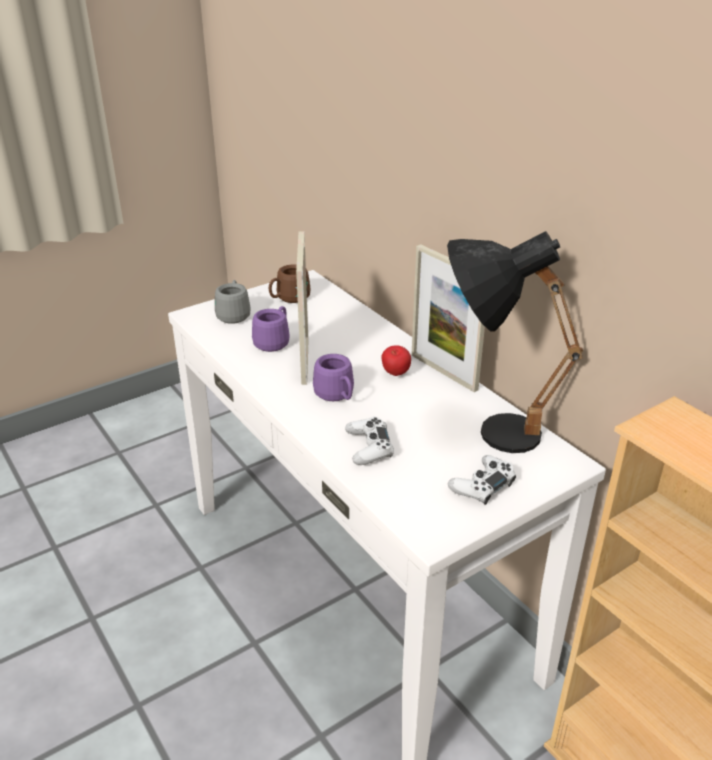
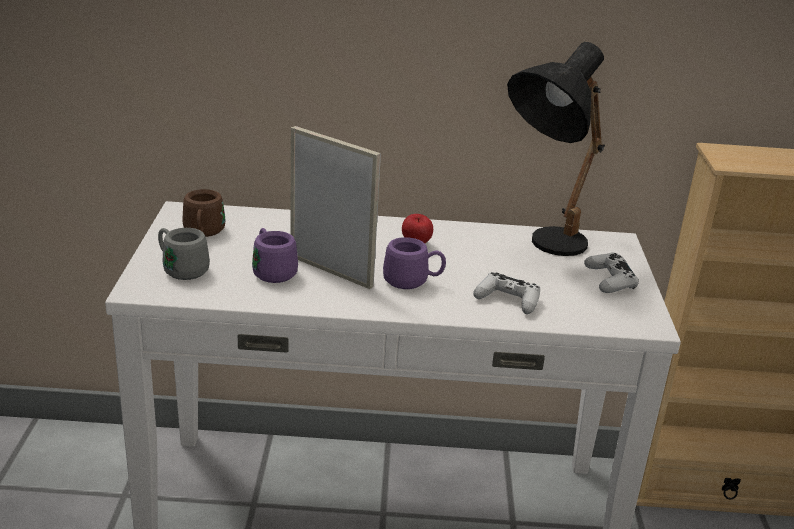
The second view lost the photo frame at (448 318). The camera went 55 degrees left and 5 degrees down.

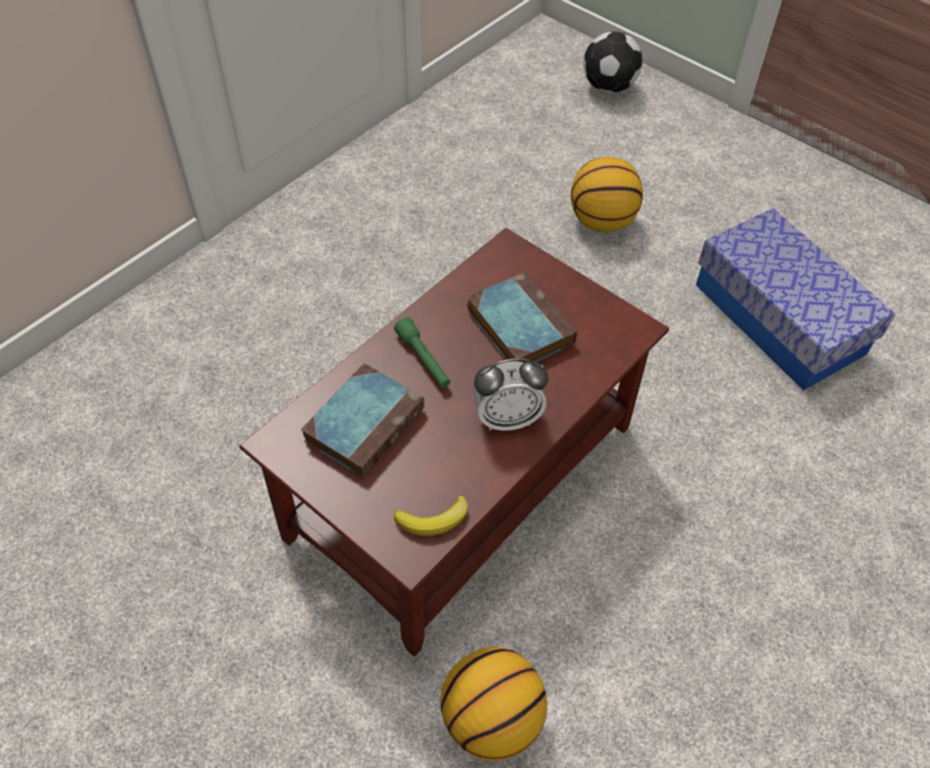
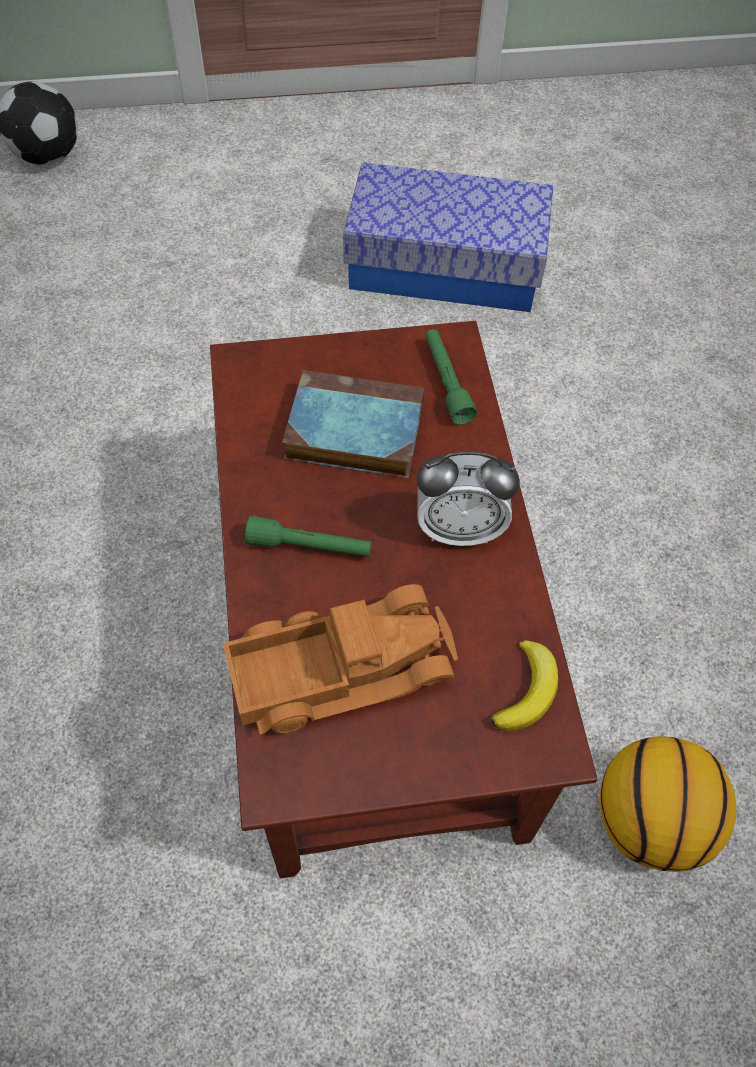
The second view lost the basketball at (607 194). The second view gained the green-coloured flashlight at (451 377). Where the bound book stood at (362 420), the toy truck came to stand at (340 659). The bedside clock at (511 394) ended up facing another way, 60 degrees clockwise from before. The camera went 50 degrees left and 5 degrees up.

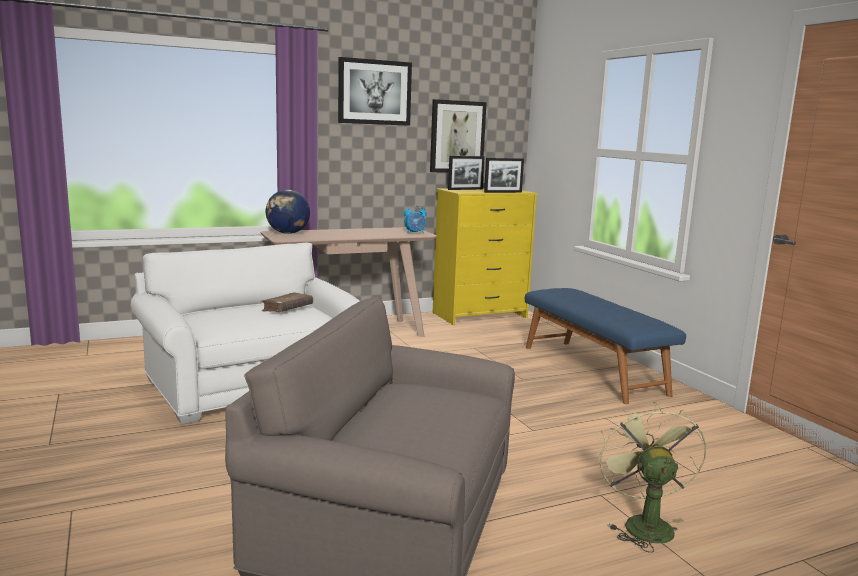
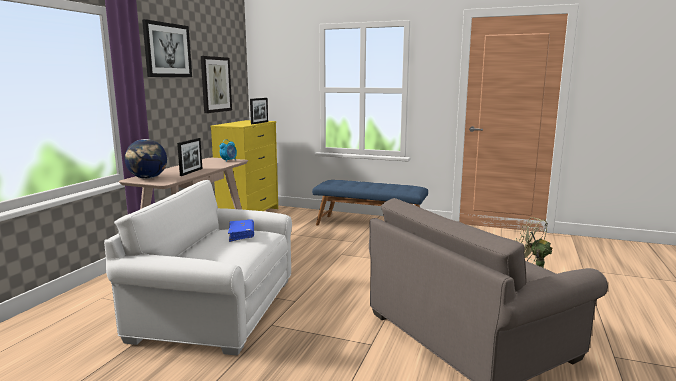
The photo frame ended up elsewhere, having gone from (466 173) to (189 157). What was the brown-coloured bound book at (287 302) turned into the blue-coloured bound book at (241 230). The camera went 45 degrees left and 0 degrees up.

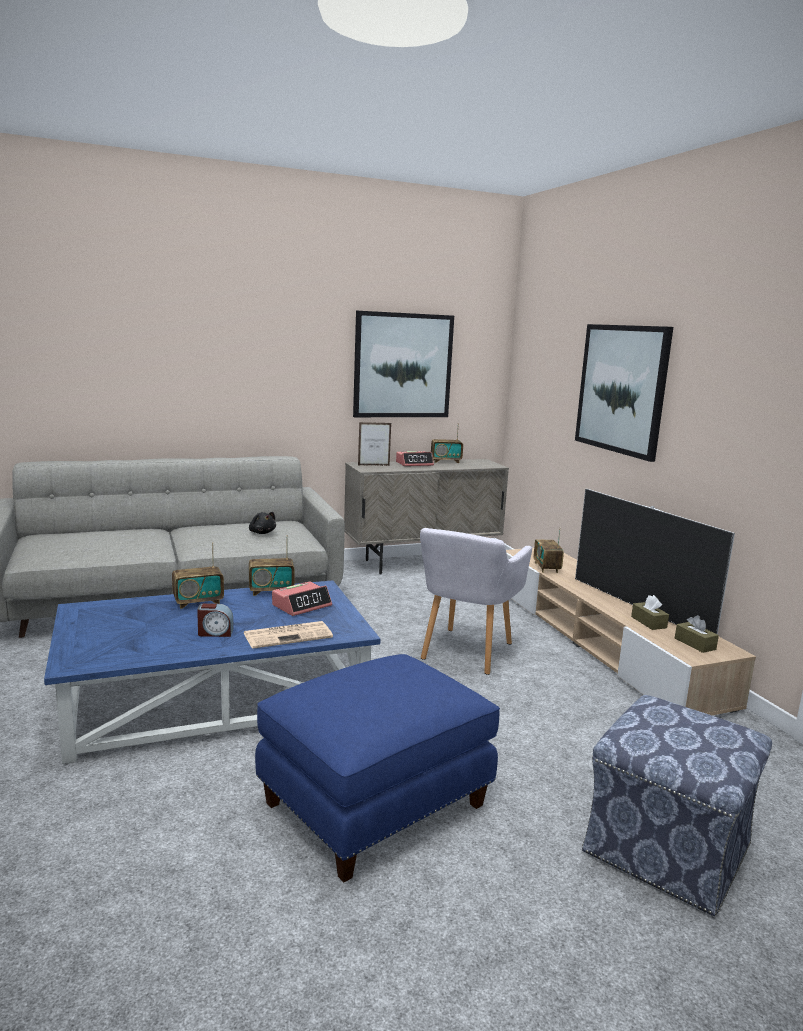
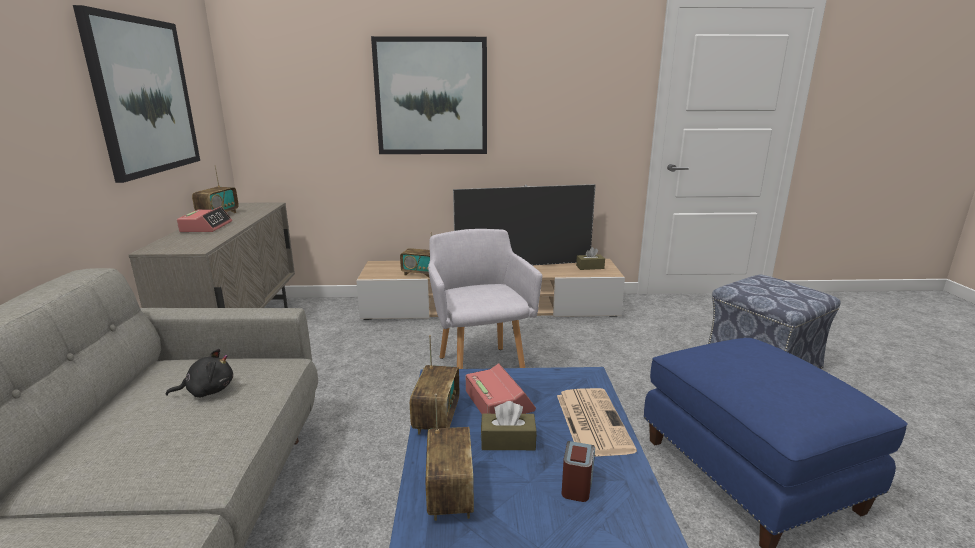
The second view lost the photo frame at (374 444). The brown-coloured tissue holder ended up elsewhere, having gone from (650 612) to (509 425). The gray lounge chair at (476 601) ended up facing another way, 150 degrees counterclockwise from before. The camera went 70 degrees left and 5 degrees up.

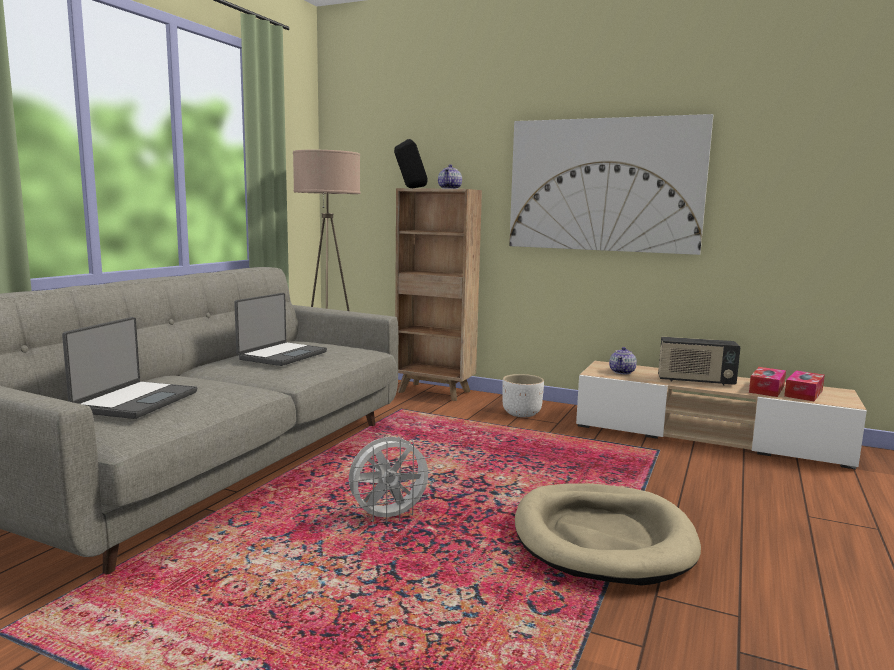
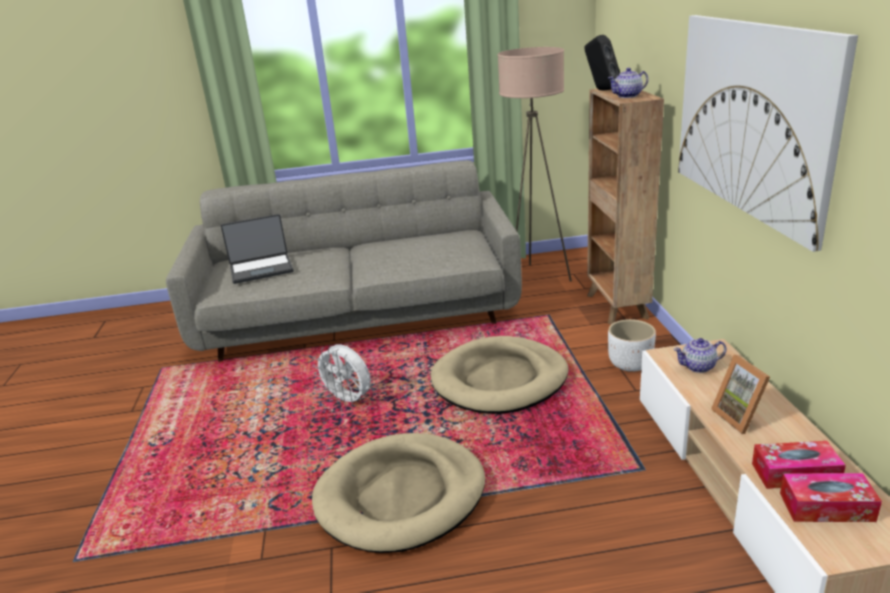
The second view lost the laptop at (280 329). The second view gained the beige-coloured pet bed at (500 375). Where the radio stood at (699 361), the photo frame came to stand at (740 394). The camera went 60 degrees right and 15 degrees up.

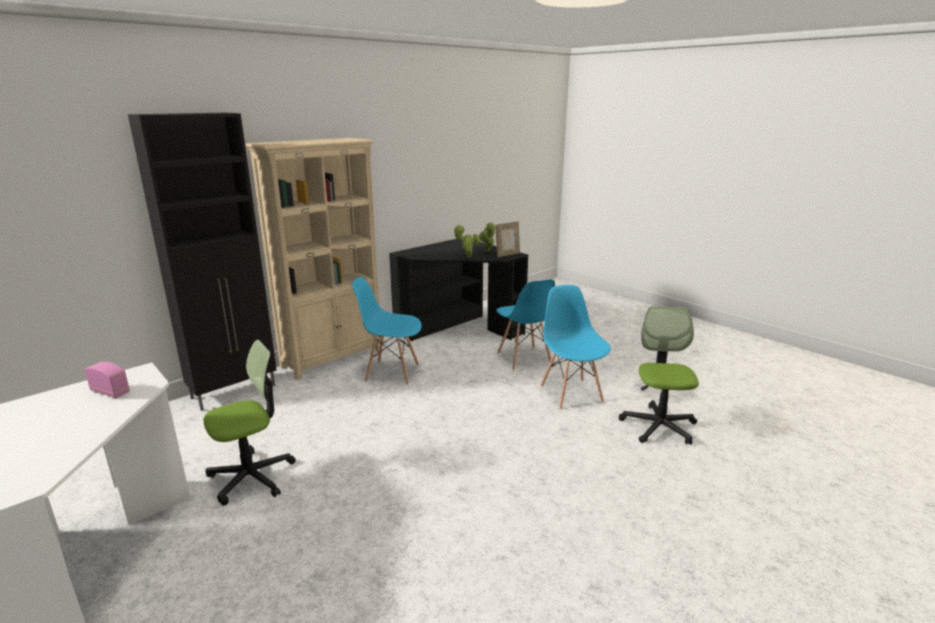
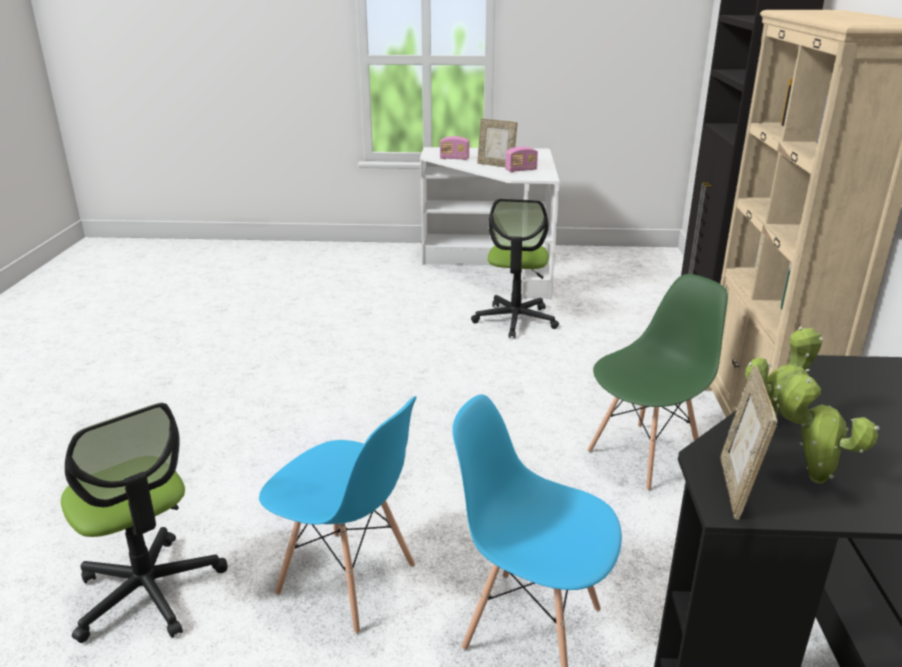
The second view gained the radio at (455 148). The second view gained the photo frame at (497 142). What was the blue-coloured plain chair at (387 331) turned into the green-coloured plain chair at (658 382). The camera went 135 degrees right and 5 degrees up.

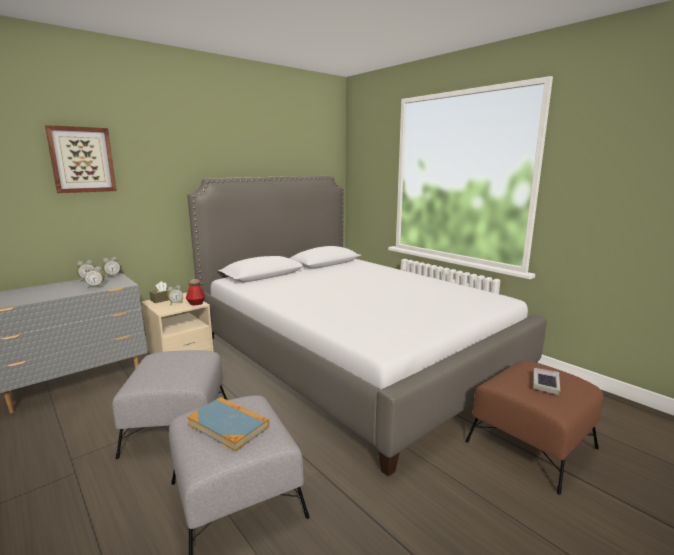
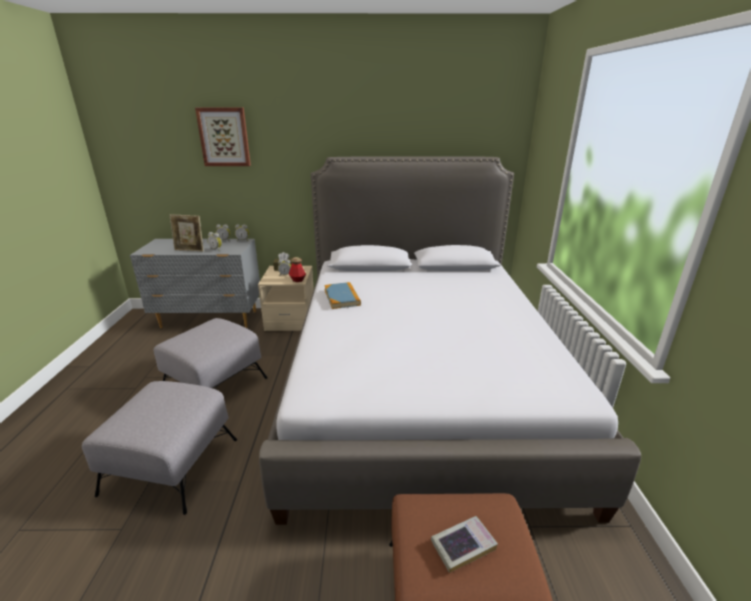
The second view gained the photo frame at (187 232). The bound book ended up elsewhere, having gone from (228 424) to (342 295). The camera went 40 degrees right and 10 degrees up.

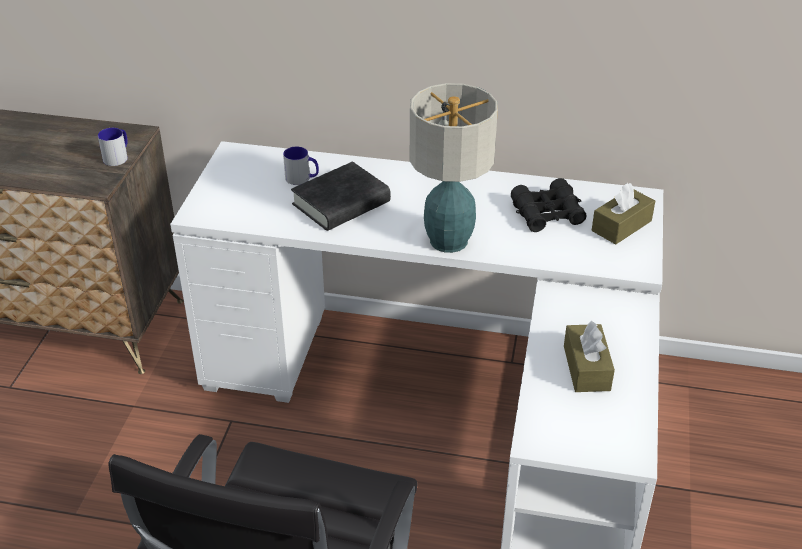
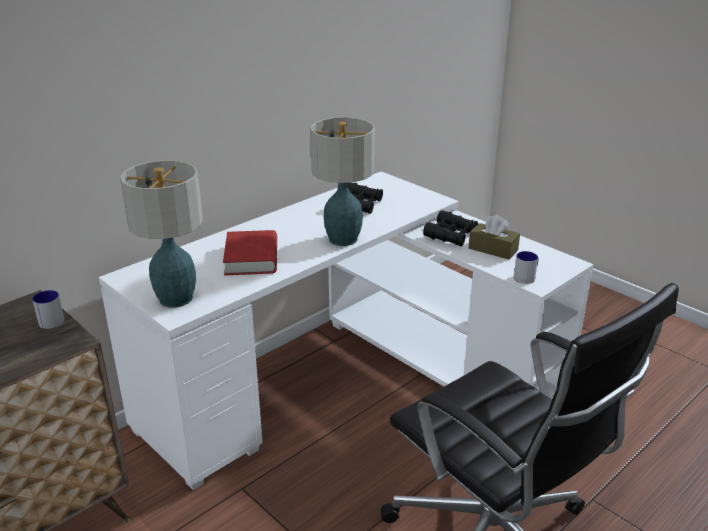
The second view lost the brown-coloured tissue holder at (623 213). The second view gained the table lamp at (161 234). The second view gained the black field glasses at (450 228). The mug ended up elsewhere, having gone from (301 166) to (526 267). What was the black bound book at (341 196) turned into the red bound book at (250 252). The camera went 55 degrees left and 10 degrees down.

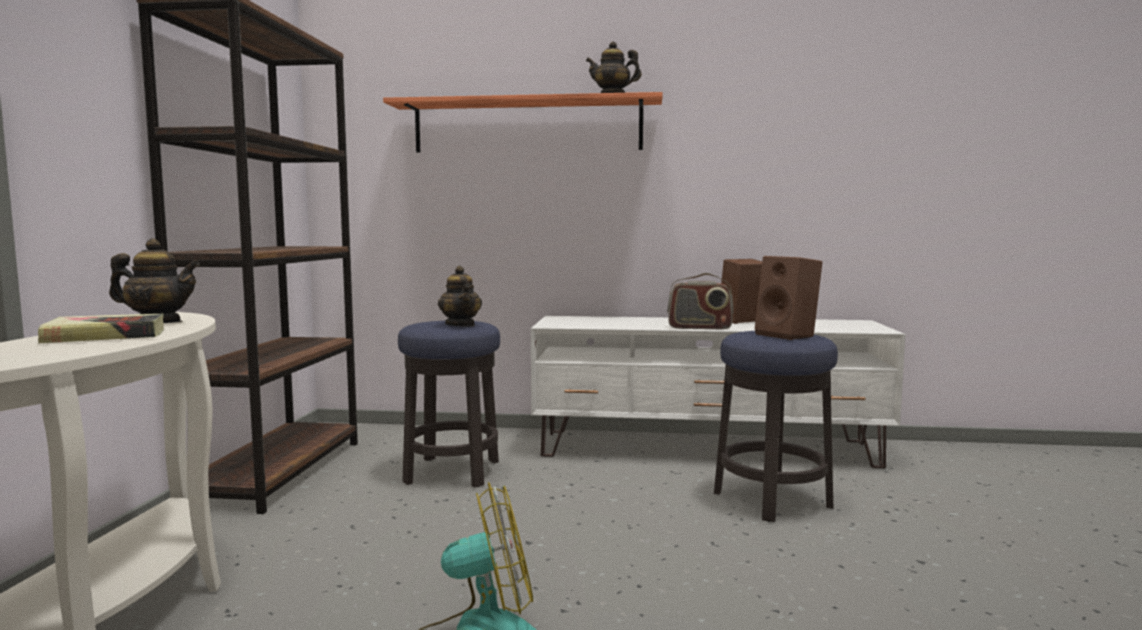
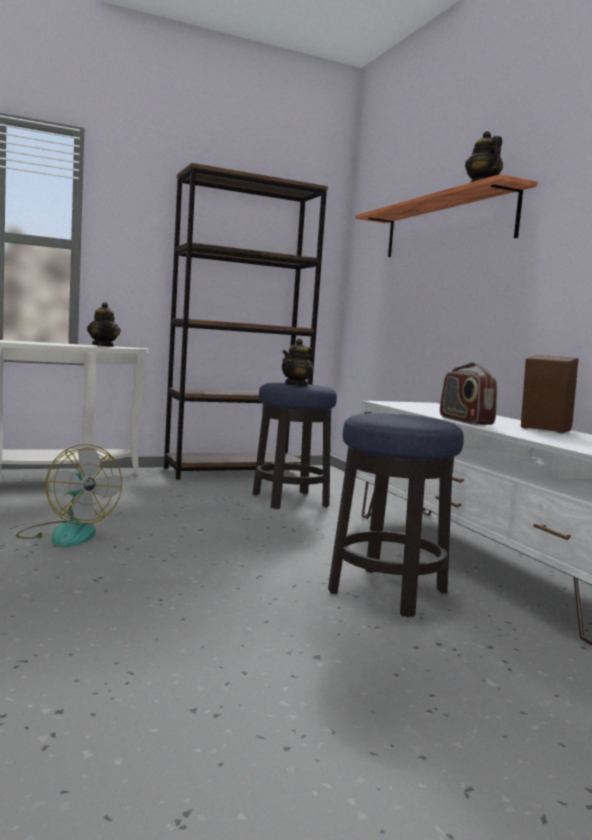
The second view lost the bound book at (101 328). The second view lost the brown-coloured audio speaker at (788 298). The camera went 60 degrees right and 0 degrees up.

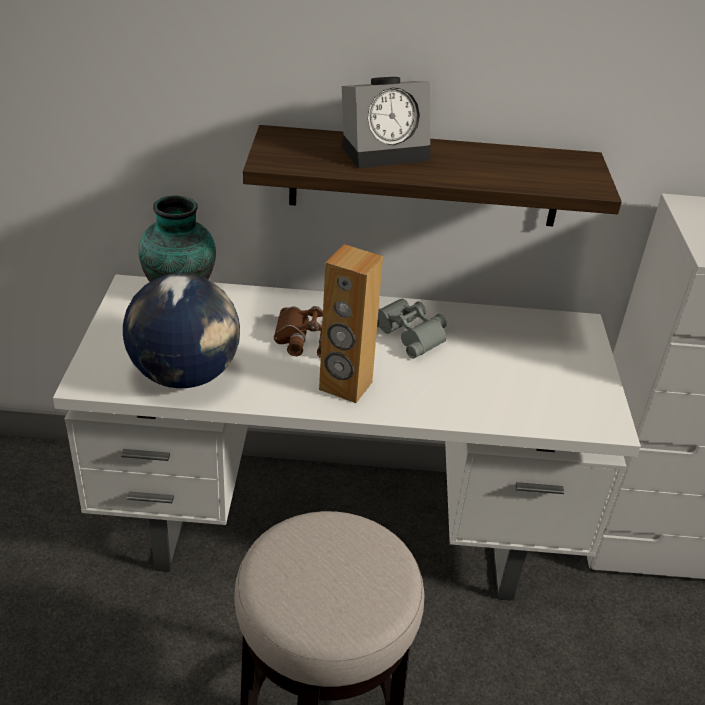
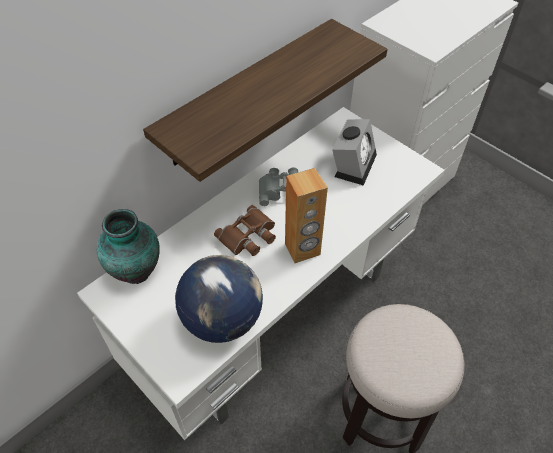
The bedside clock ended up elsewhere, having gone from (385 122) to (354 152). The camera went 45 degrees left and 15 degrees up.

